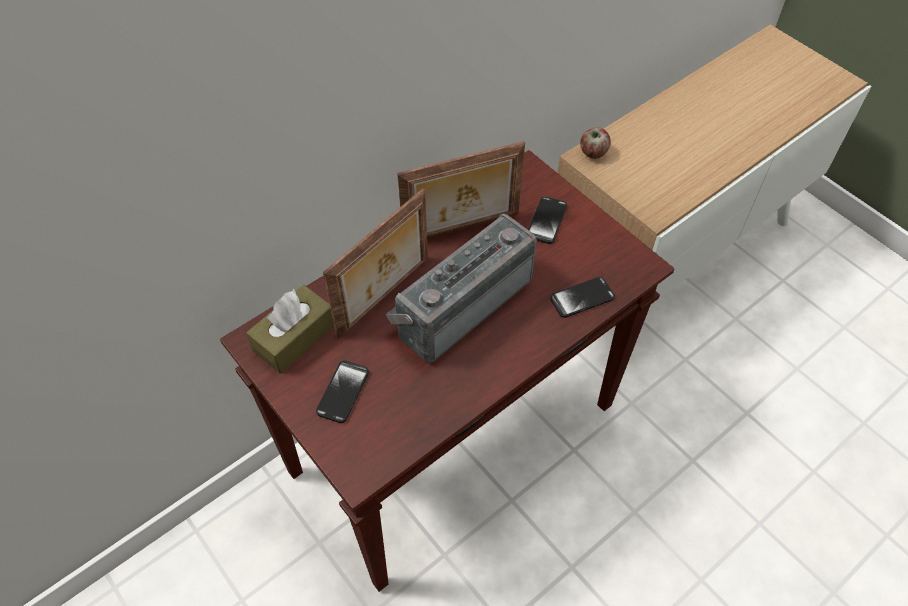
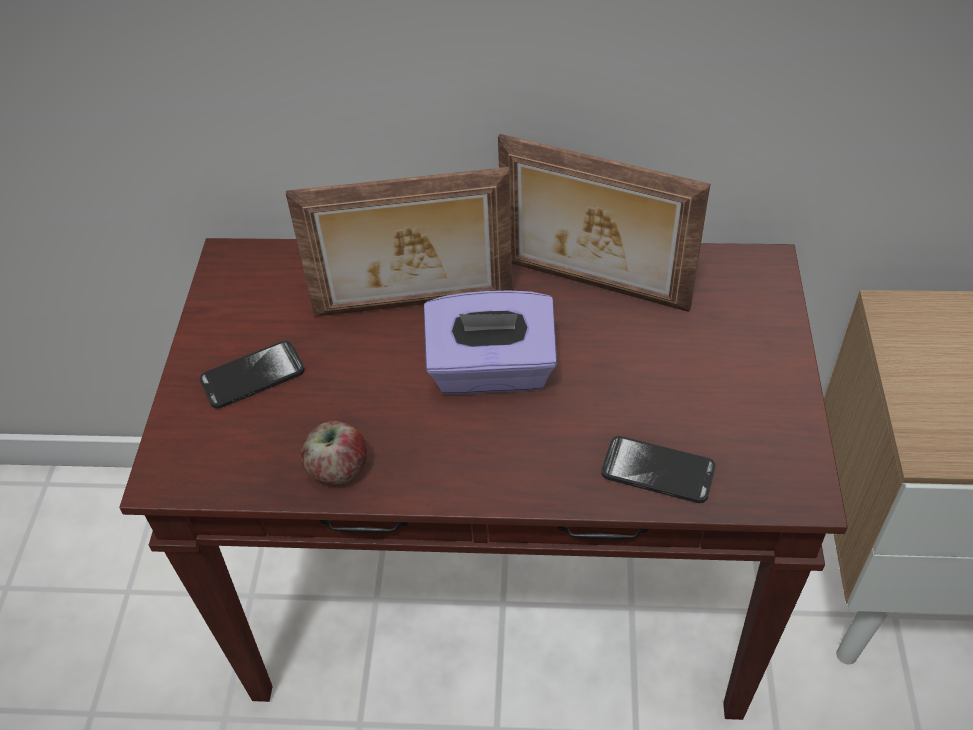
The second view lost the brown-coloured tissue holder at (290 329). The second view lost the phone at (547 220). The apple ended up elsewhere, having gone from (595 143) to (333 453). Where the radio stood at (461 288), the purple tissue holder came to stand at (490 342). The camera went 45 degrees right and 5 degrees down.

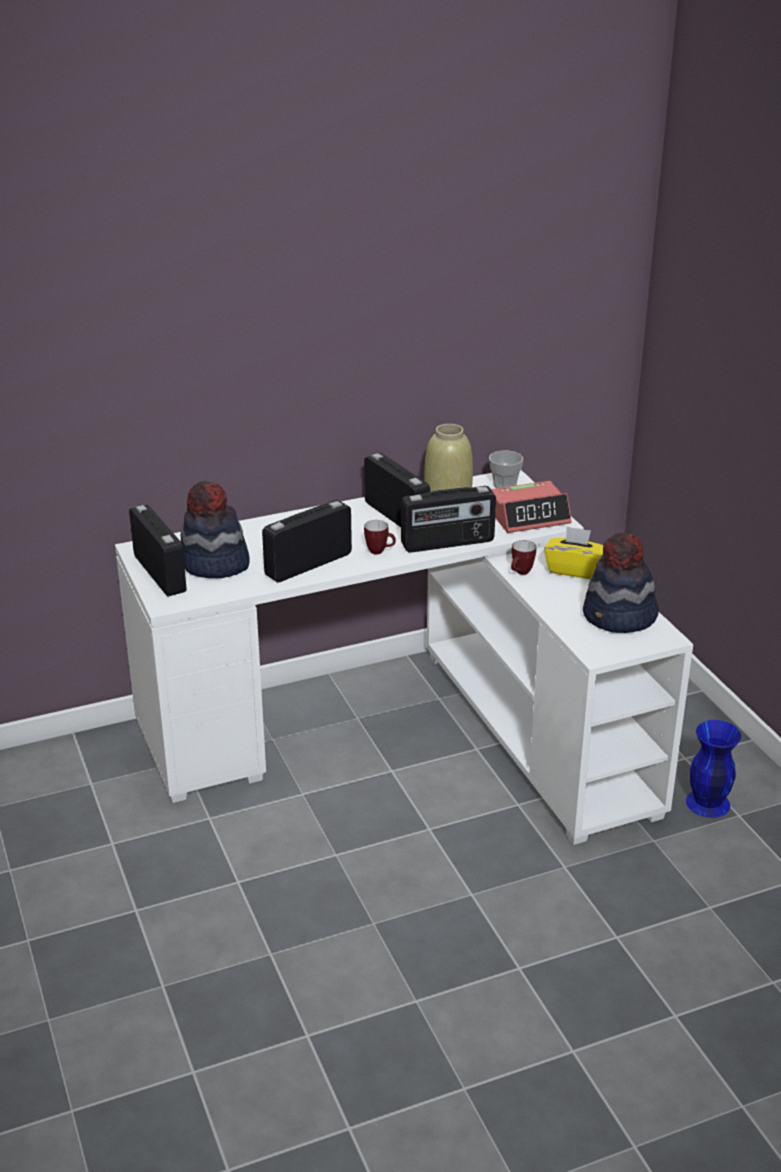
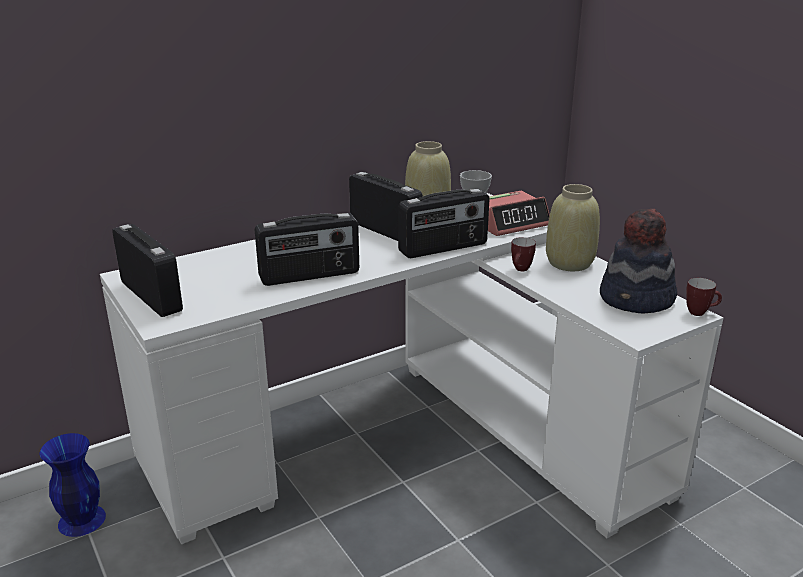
The second view lost the hat at (215 529). The mug ended up elsewhere, having gone from (380 537) to (704 297). The blue-coloured decorative vase ended up elsewhere, having gone from (713 769) to (73 485). Where the yellowish tissue holder stood at (573 552), the beige-coloured decorative vase came to stand at (573 227). The radio at (307 541) ended up facing another way, 150 degrees counterclockwise from before. The camera went 10 degrees left and 5 degrees down.

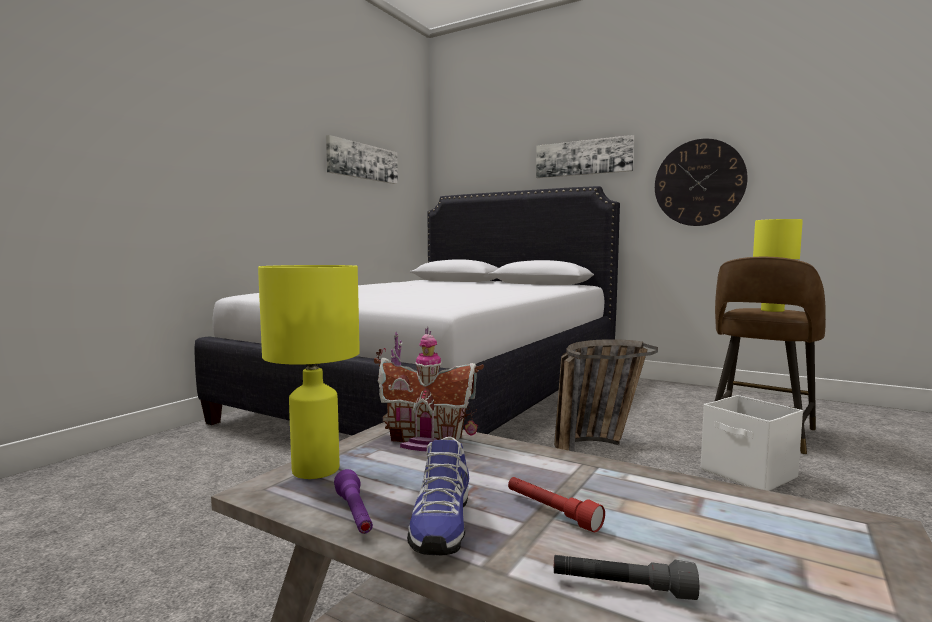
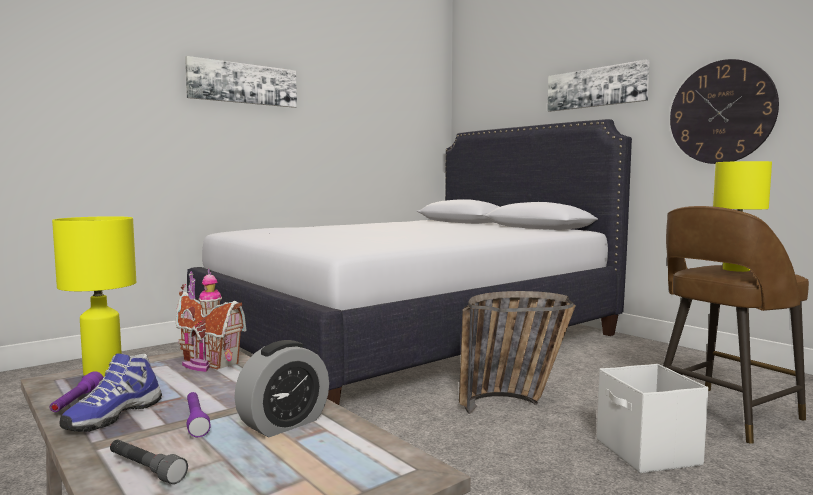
The second view gained the bedside clock at (281 388). The picture ended up elsewhere, having gone from (362 159) to (241 82). What was the red flashlight at (556 505) turned into the purple flashlight at (198 414). The camera went 20 degrees right and 0 degrees up.

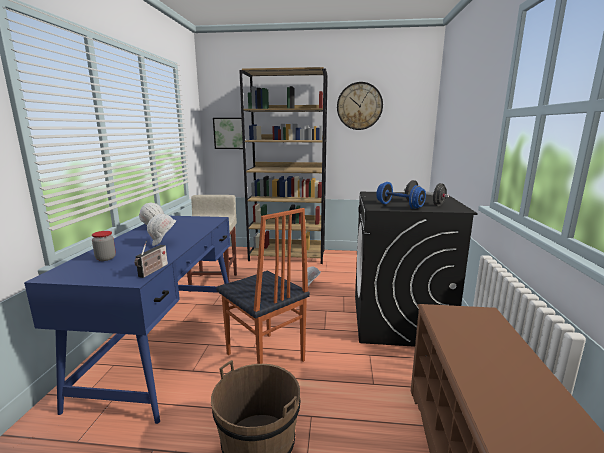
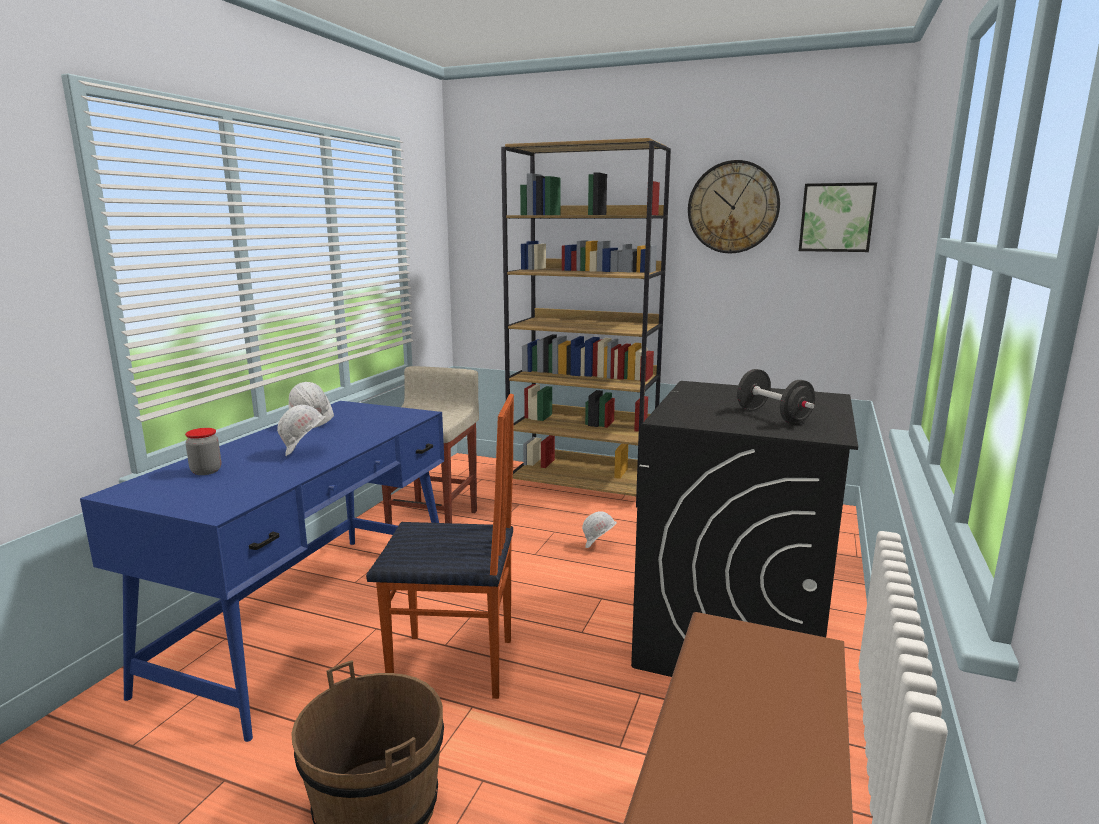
The second view lost the radio at (151 259). The second view lost the blue-coloured free weight at (401 195). The picture ended up elsewhere, having gone from (228 133) to (838 217). The plain chair at (263 286) ended up facing another way, 60 degrees counterclockwise from before. The camera went 15 degrees right and 0 degrees up.

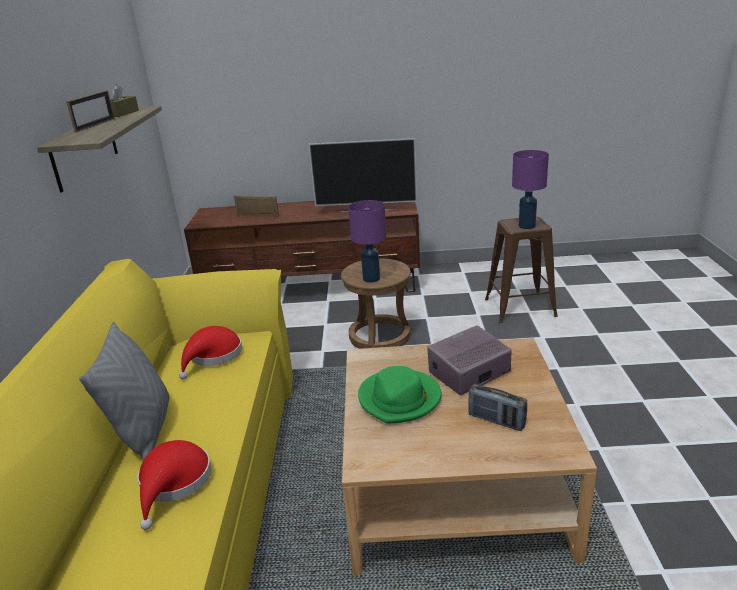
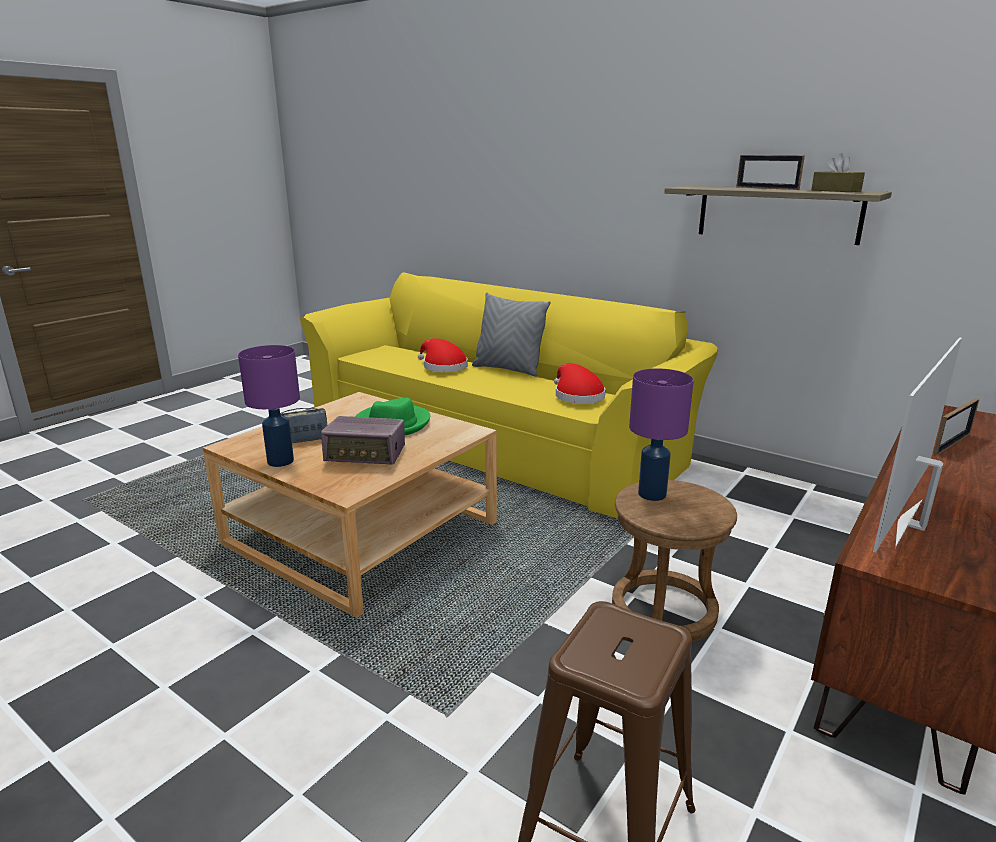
The purple table lamp ended up elsewhere, having gone from (530 189) to (269 406). The radio at (469 360) ended up facing another way, 90 degrees clockwise from before. The camera went 125 degrees right and 5 degrees down.

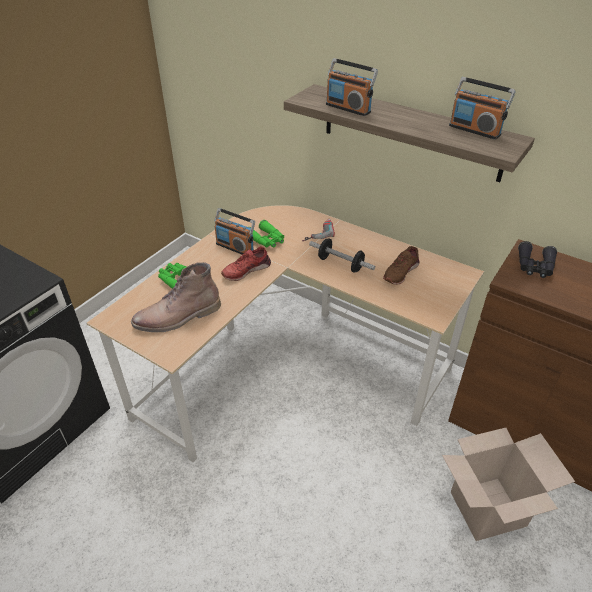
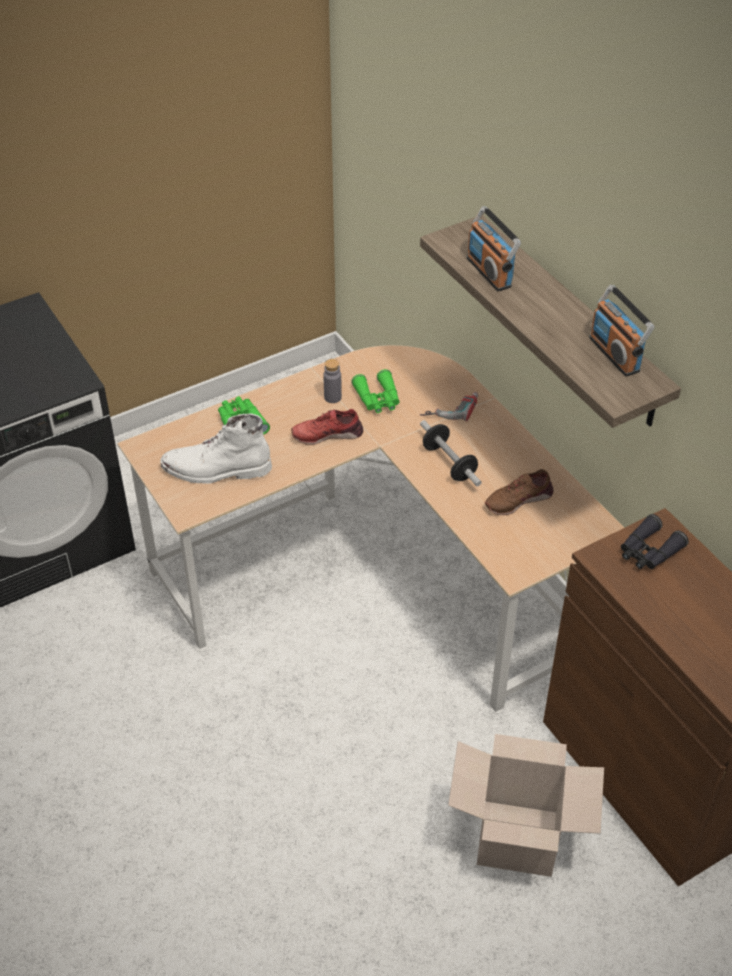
Where the radio stood at (234 231), the gray beverage bottle came to stand at (333 381). What was the brown-coloured tall boot at (176 297) turned into the white-coloured tall boot at (216 448). The camera went 25 degrees right and 5 degrees up.

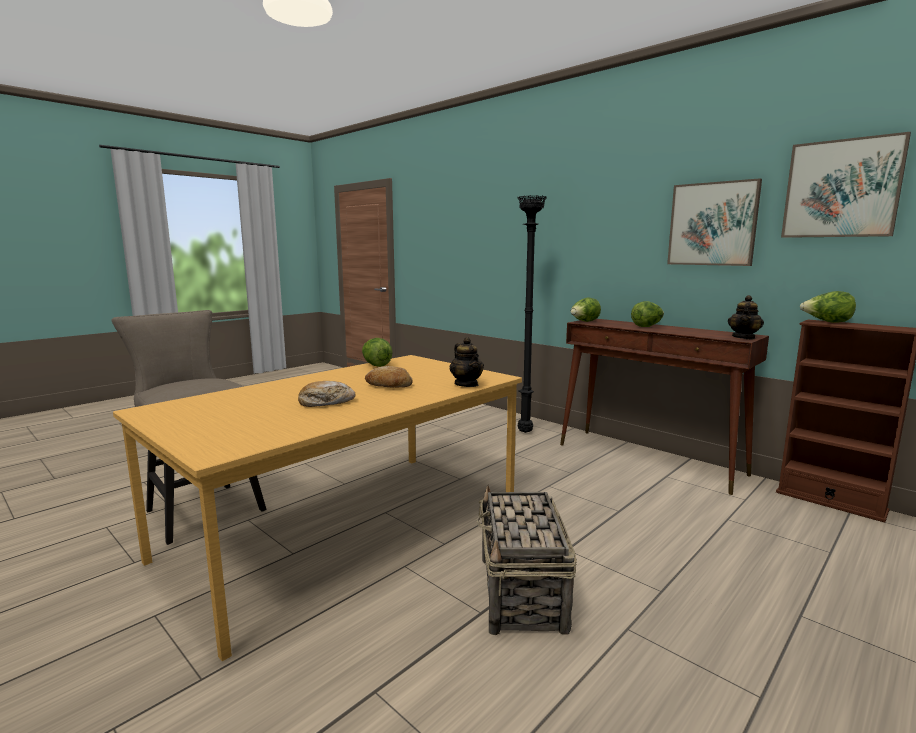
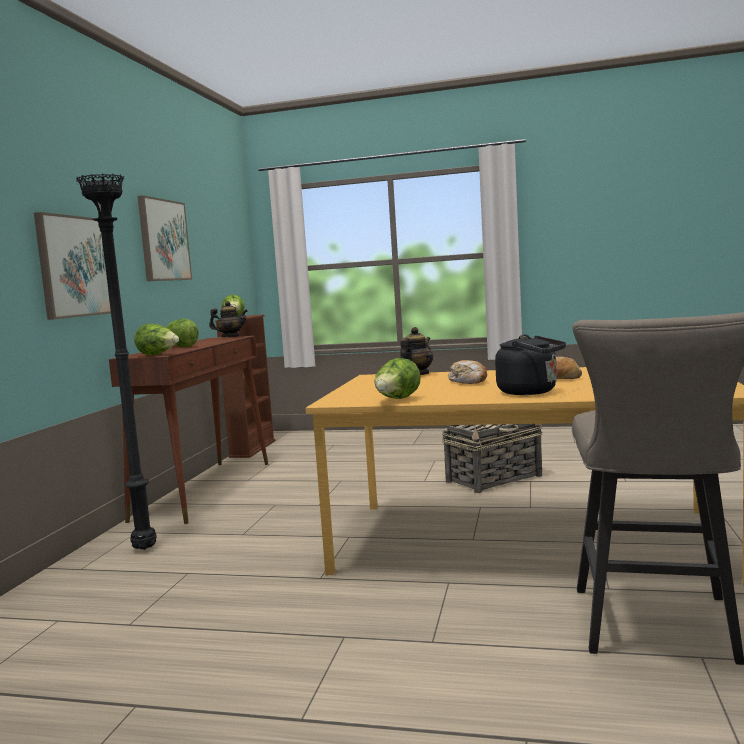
The second view gained the black water kettle at (530 364). The picture ended up elsewhere, having gone from (846 185) to (72 266). The camera went 120 degrees left and 5 degrees down.

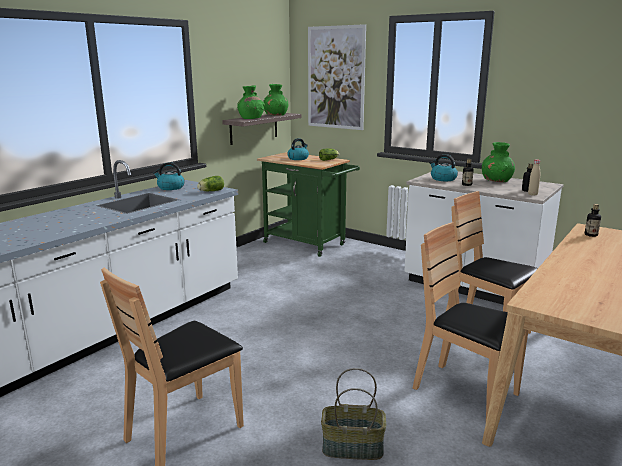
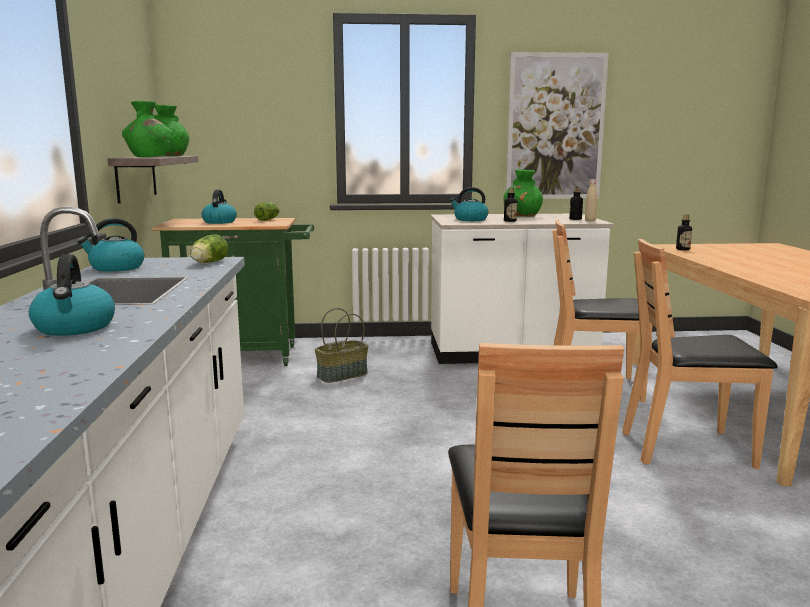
The second view gained the water kettle at (72 295). The picture ended up elsewhere, having gone from (337 77) to (557 125). The basket ended up elsewhere, having gone from (353 414) to (341 345). The camera went 40 degrees left and 5 degrees down.

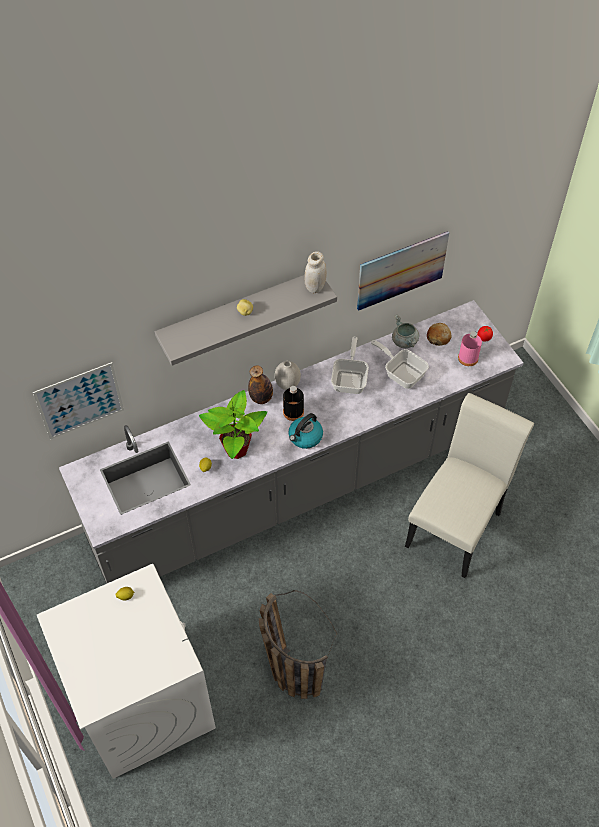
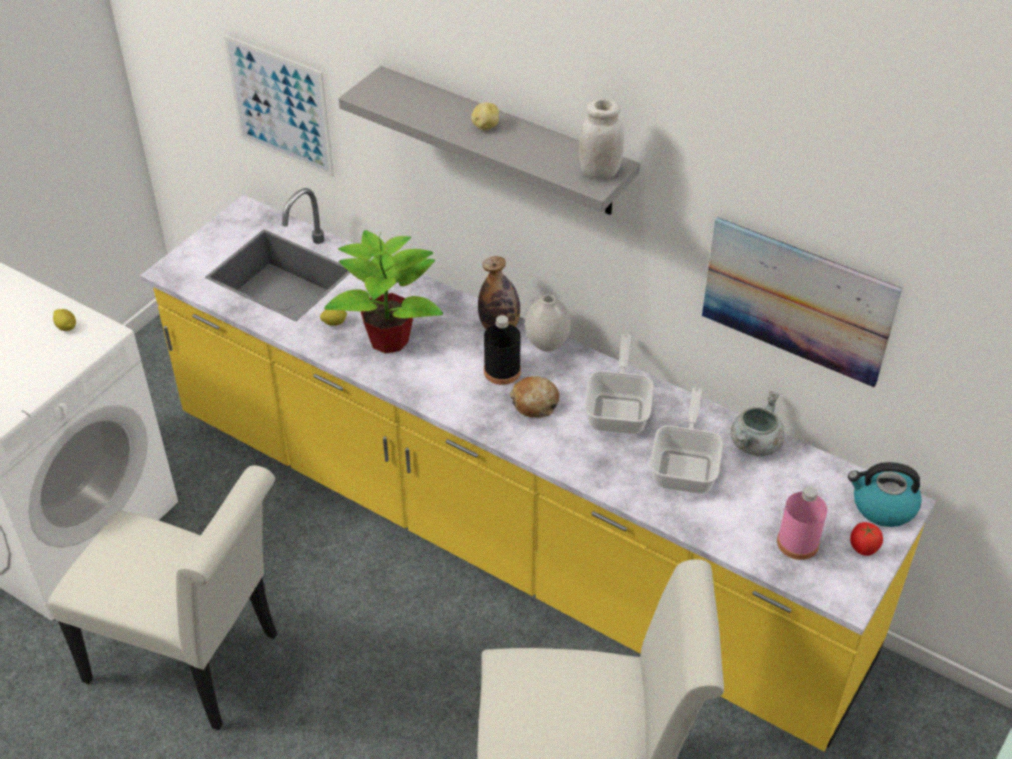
The water kettle ended up elsewhere, having gone from (306 431) to (885 494). The baked bread ended up elsewhere, having gone from (439 334) to (534 397). Where the basket stood at (298 644), the white-coloured plain chair came to stand at (162 597). What was the gray kitchen counter at (291 442) turned into the yellowish kitchen counter at (538 469). The pan at (350 365) ended up facing another way, 60 degrees counterclockwise from before. The camera went 60 degrees right and 10 degrees down.

